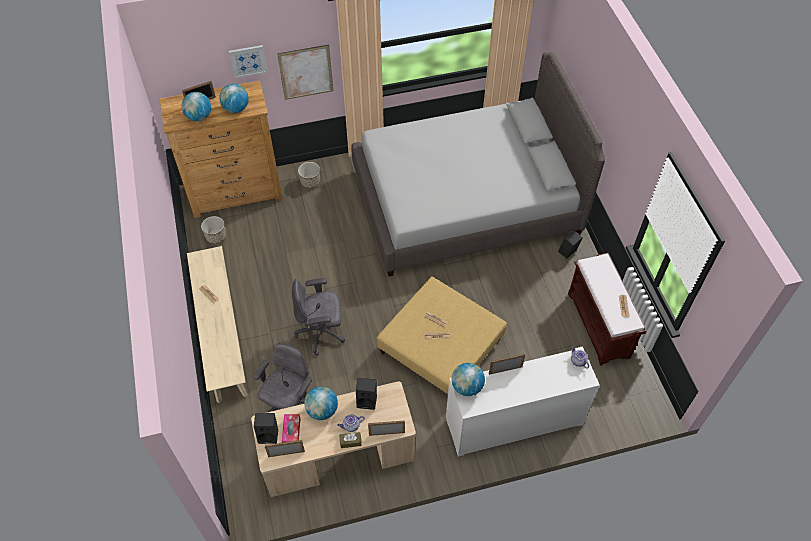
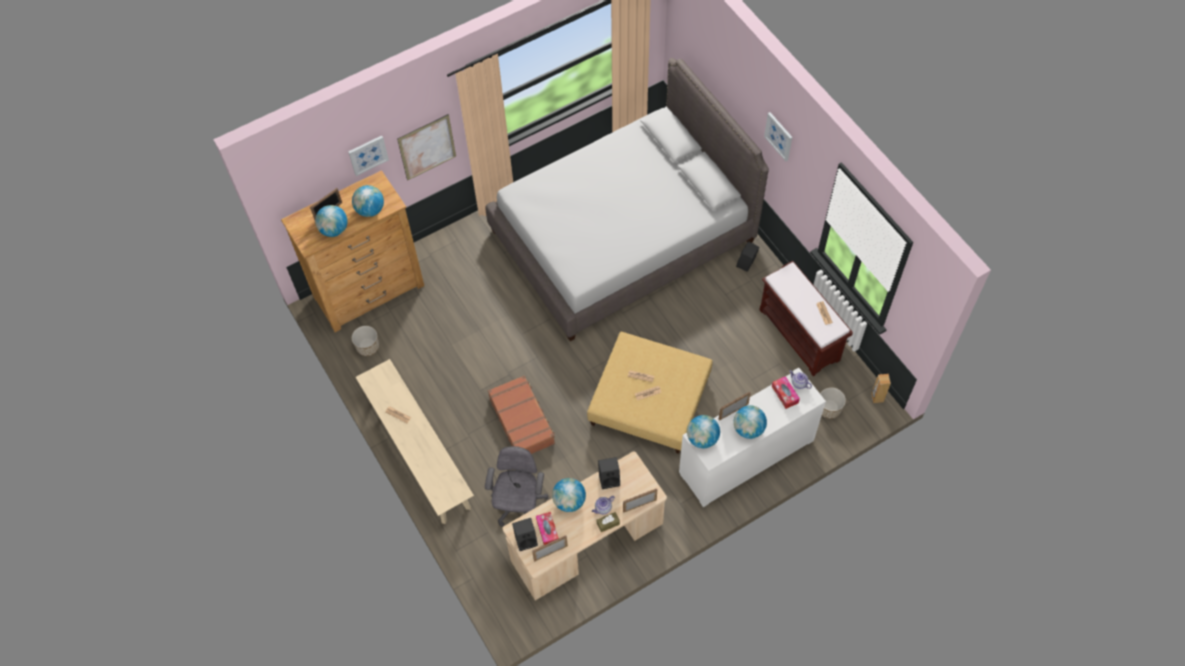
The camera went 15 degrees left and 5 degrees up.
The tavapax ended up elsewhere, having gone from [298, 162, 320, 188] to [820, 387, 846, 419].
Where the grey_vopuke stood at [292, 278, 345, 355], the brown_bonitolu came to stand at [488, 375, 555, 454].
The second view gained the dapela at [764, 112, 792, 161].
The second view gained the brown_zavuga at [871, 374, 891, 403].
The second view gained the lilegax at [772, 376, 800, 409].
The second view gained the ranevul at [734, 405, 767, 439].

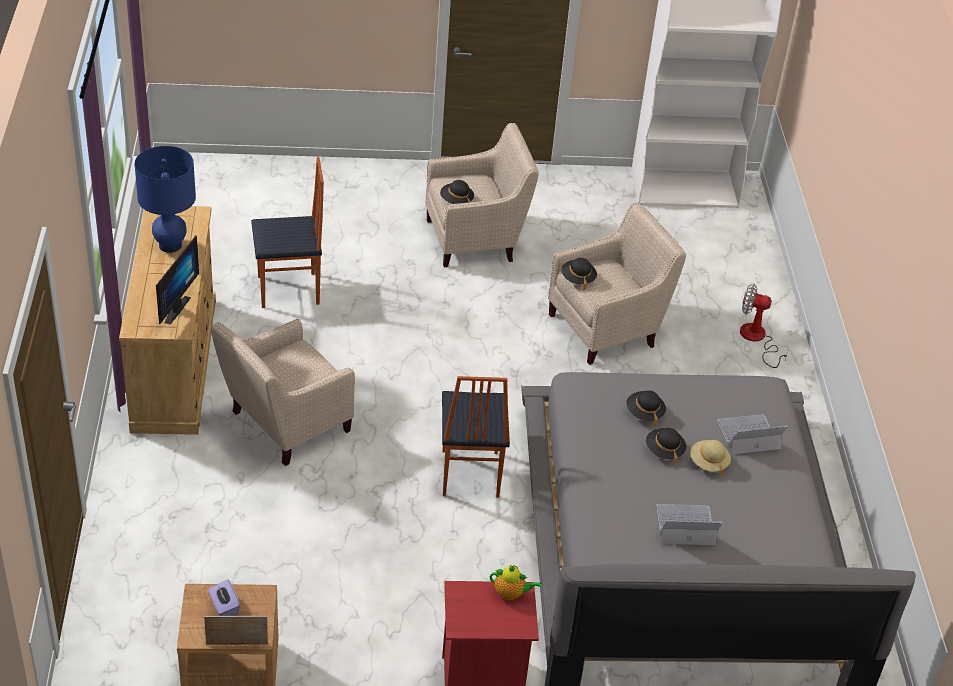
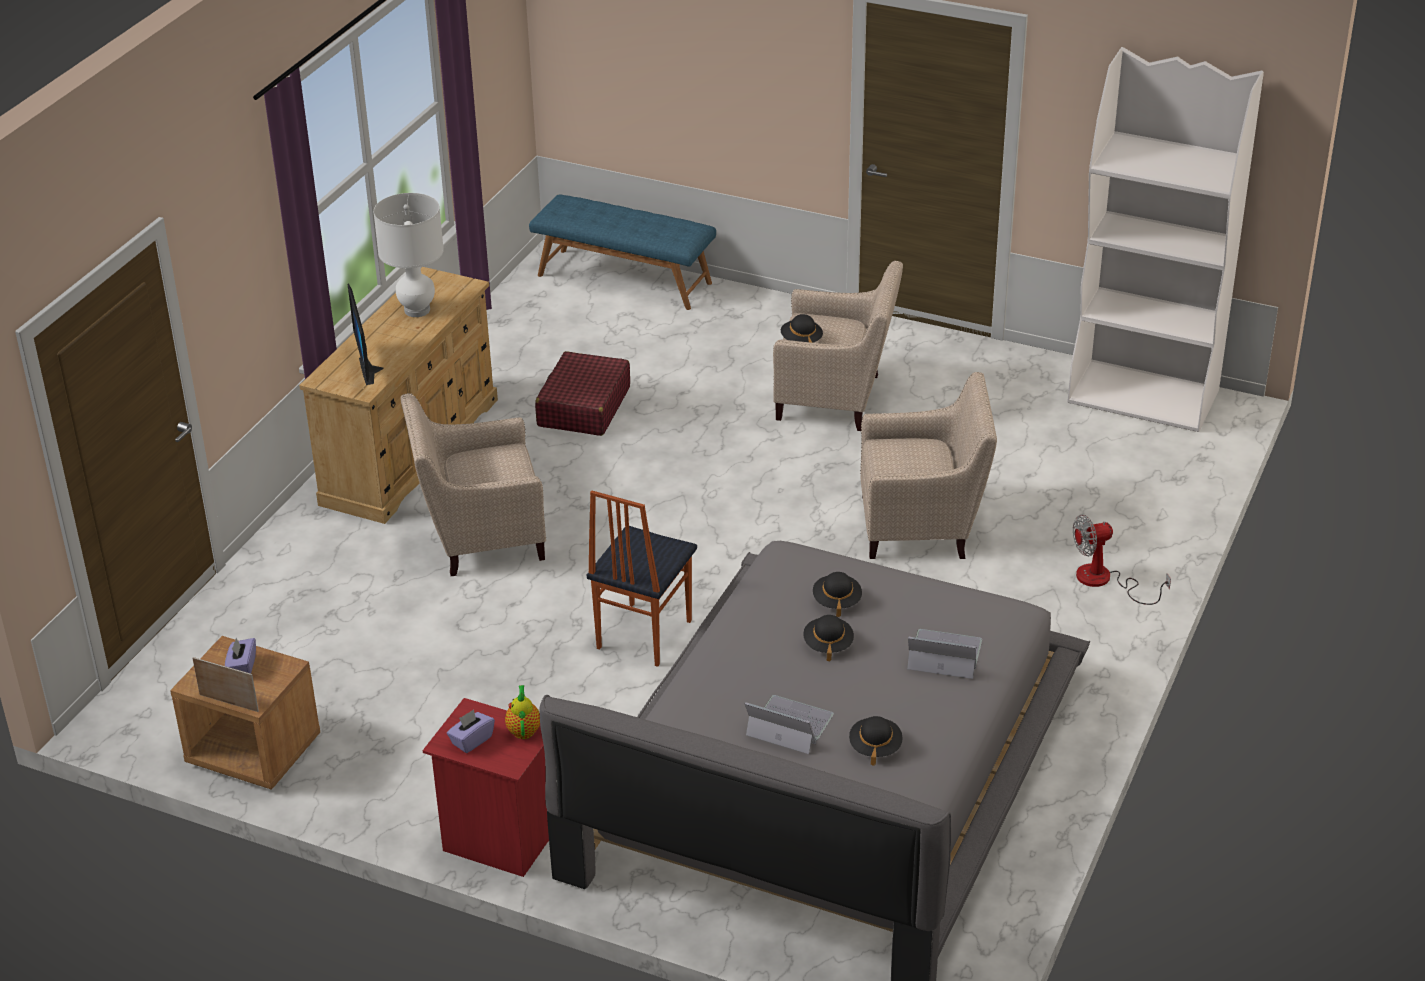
The camera went 30 degrees right and 5 degrees down.
What was the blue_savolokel at [134, 146, 196, 253] turned into the white_savolokel at [374, 193, 444, 317].
Where the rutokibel stood at [251, 157, 324, 308], the red_bonitolu came to stand at [535, 351, 630, 436].
The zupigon at [156, 235, 199, 324] ended up facing another way, 120 degrees clockwise from before.
The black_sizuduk ended up elsewhere, having gone from [561, 258, 597, 290] to [849, 716, 903, 766].
The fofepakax at [740, 283, 788, 368] ended up facing another way, 60 degrees counterclockwise from before.
The second view lost the beige_sizuduk at [690, 440, 731, 476].
The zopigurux at [490, 565, 542, 600] ended up facing another way, 135 degrees counterclockwise from before.
The second view gained the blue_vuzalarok at [529, 194, 716, 310].
The second view gained the purple_lilegax at [447, 709, 495, 753].

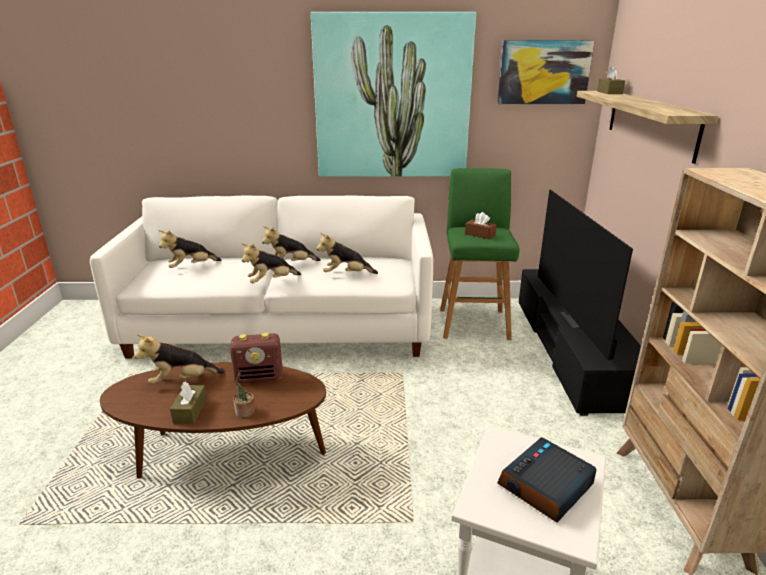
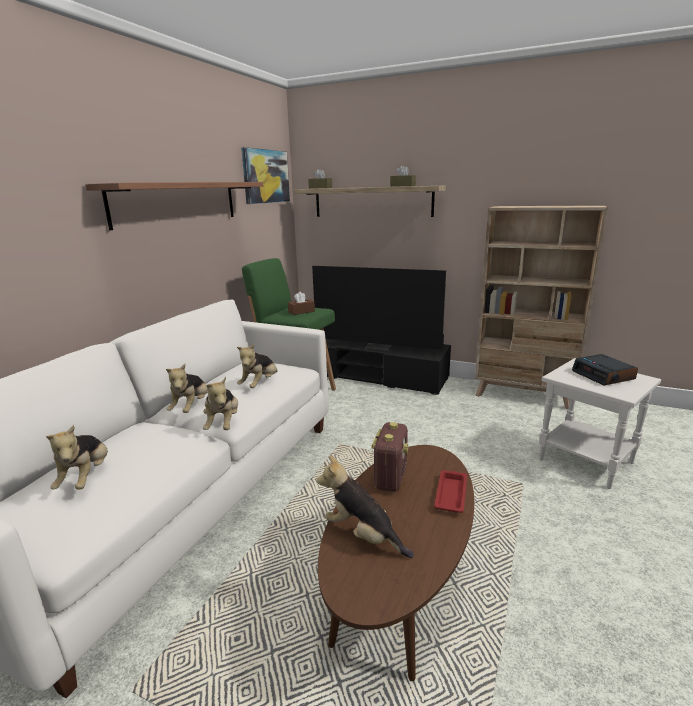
The camera went 65 degrees left and 5 degrees down.
Where the dapela hung at [311, 12, 476, 177], the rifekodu came to hang at [85, 182, 263, 230].
The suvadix at [134, 334, 225, 384] ended up facing another way, 120 degrees clockwise from before.
Where the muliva stood at [233, 372, 255, 418], the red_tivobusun came to stand at [434, 470, 467, 513].
The brown_lilegax ended up elsewhere, having gone from [170, 382, 207, 424] to [390, 165, 416, 187].

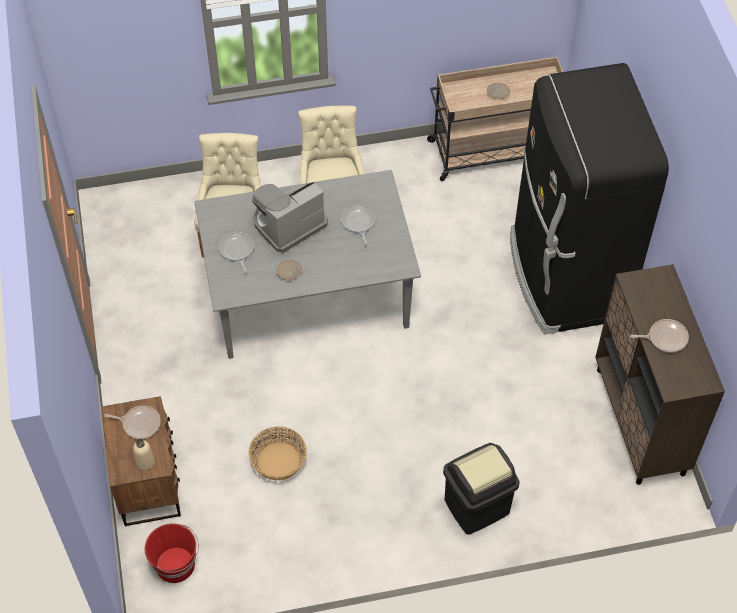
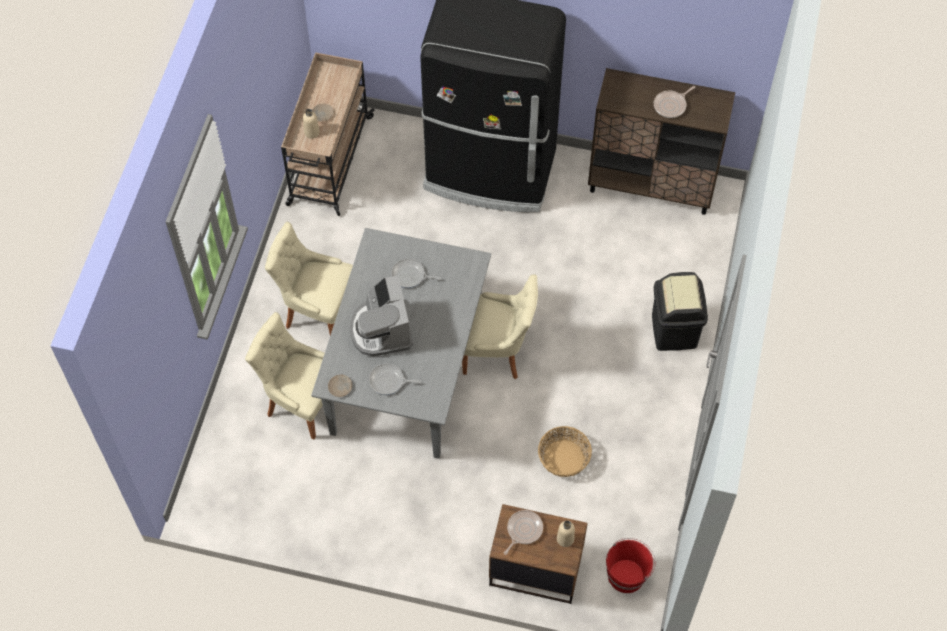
The camera went 65 degrees left and 5 degrees up.
The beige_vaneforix ended up elsewhere, having gone from [276, 260, 302, 280] to [328, 374, 352, 397].
The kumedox at [630, 319, 689, 353] ended up facing another way, 150 degrees counterclockwise from before.
The second view gained the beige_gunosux at [303, 109, 320, 139].
The second view gained the beige_rutokibel at [462, 274, 538, 379].

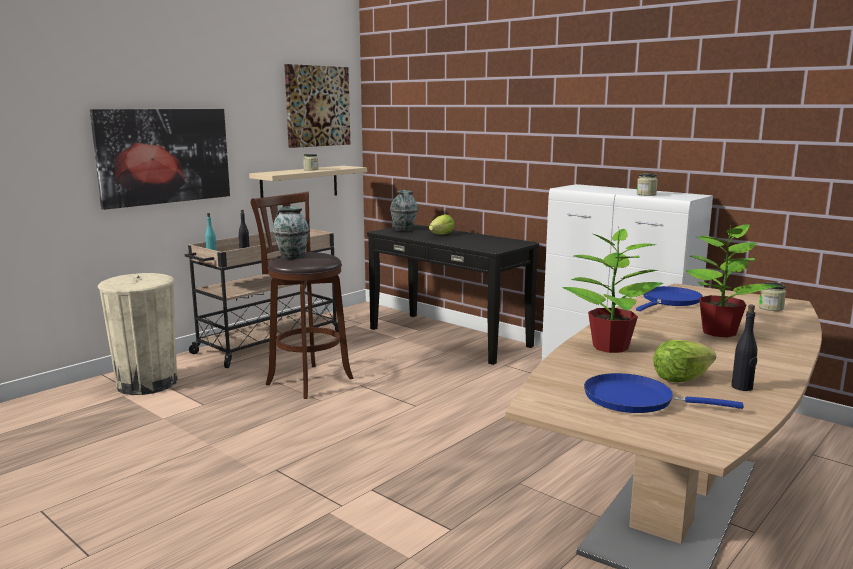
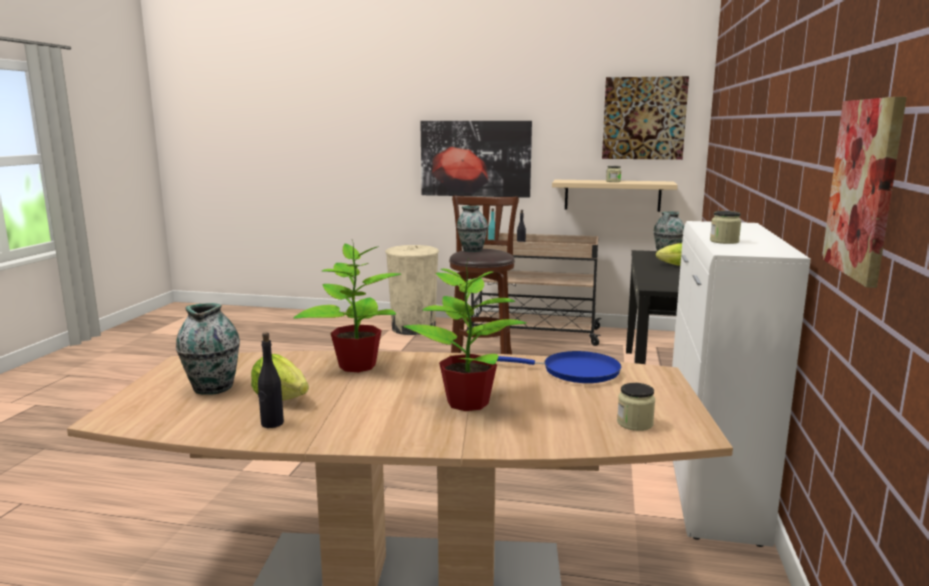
The camera went 60 degrees right and 0 degrees up.
Where the blue_kumedox stood at [584, 373, 744, 413], the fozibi came to stand at [176, 303, 240, 395].
The second view gained the dapela at [822, 97, 907, 288].

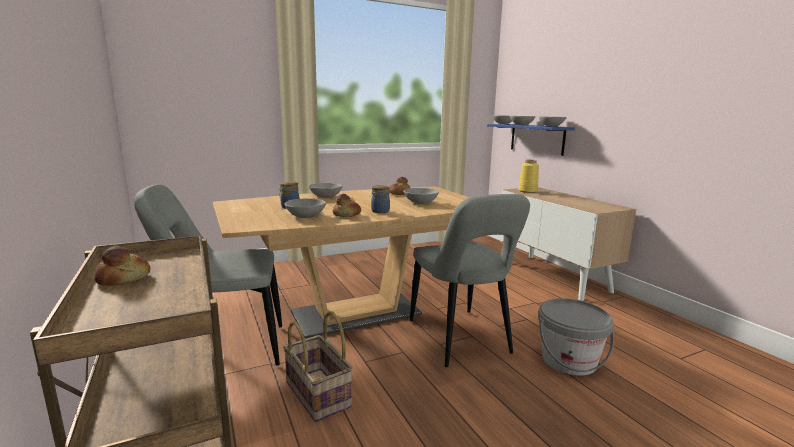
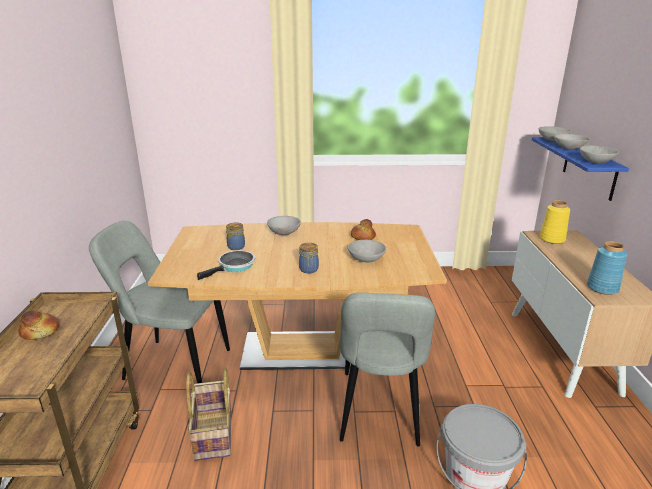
The camera went 25 degrees right and 10 degrees up.
The second view lost the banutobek at [333, 194, 361, 217].
Where the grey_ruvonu stood at [285, 198, 326, 218], the kumedox came to stand at [197, 250, 255, 280].
The second view gained the blue_fozibi at [587, 241, 627, 295].

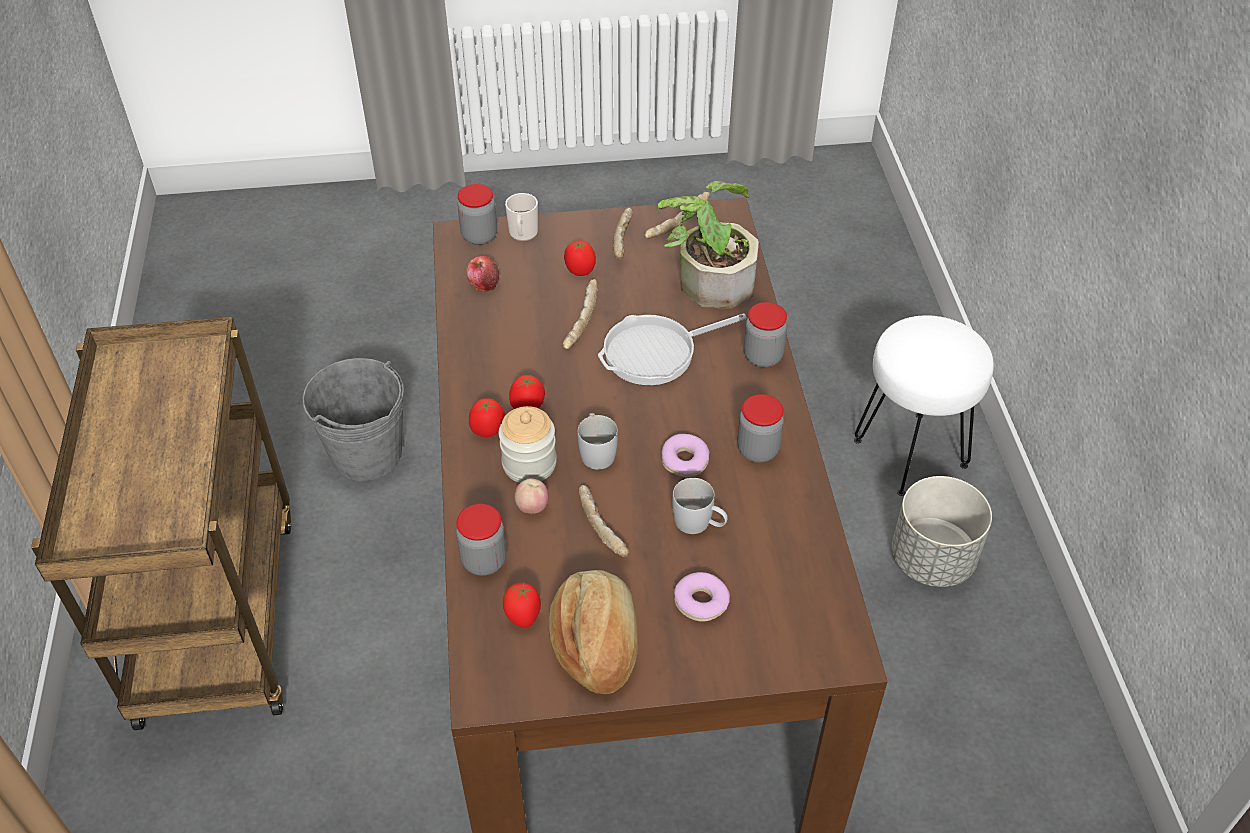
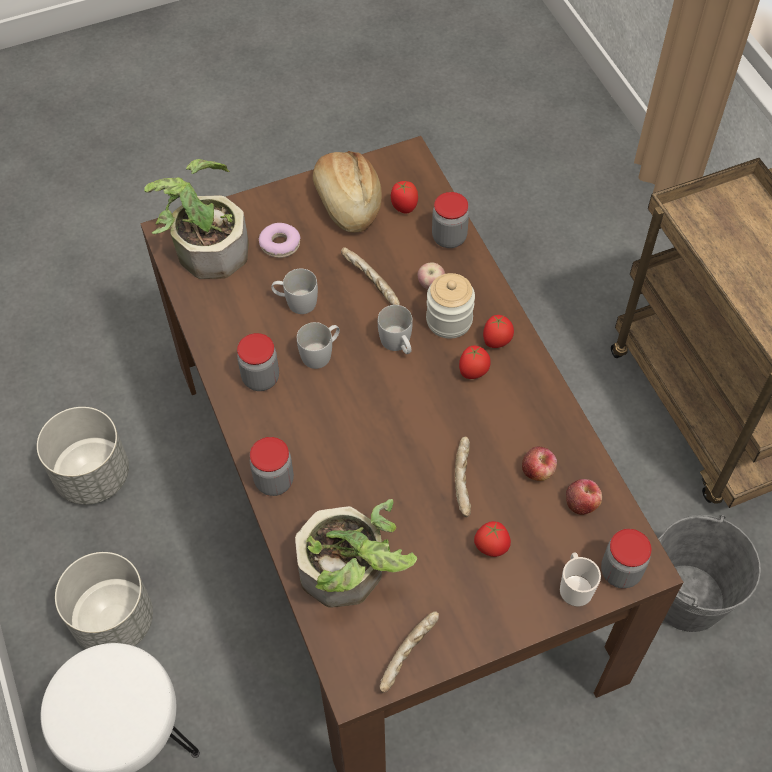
The camera went 165 degrees right and 10 degrees up.
The second view lost the banutobek at [613, 208, 633, 260].
The second view lost the kumedox at [598, 313, 747, 385].
Where the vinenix stood at [661, 434, 709, 477], the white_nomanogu came to stand at [297, 322, 340, 369].
The second view gained the muliva at [144, 159, 249, 279].
The second view gained the grey_tavapax at [37, 407, 129, 505].
The second view gained the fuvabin at [522, 447, 557, 481].

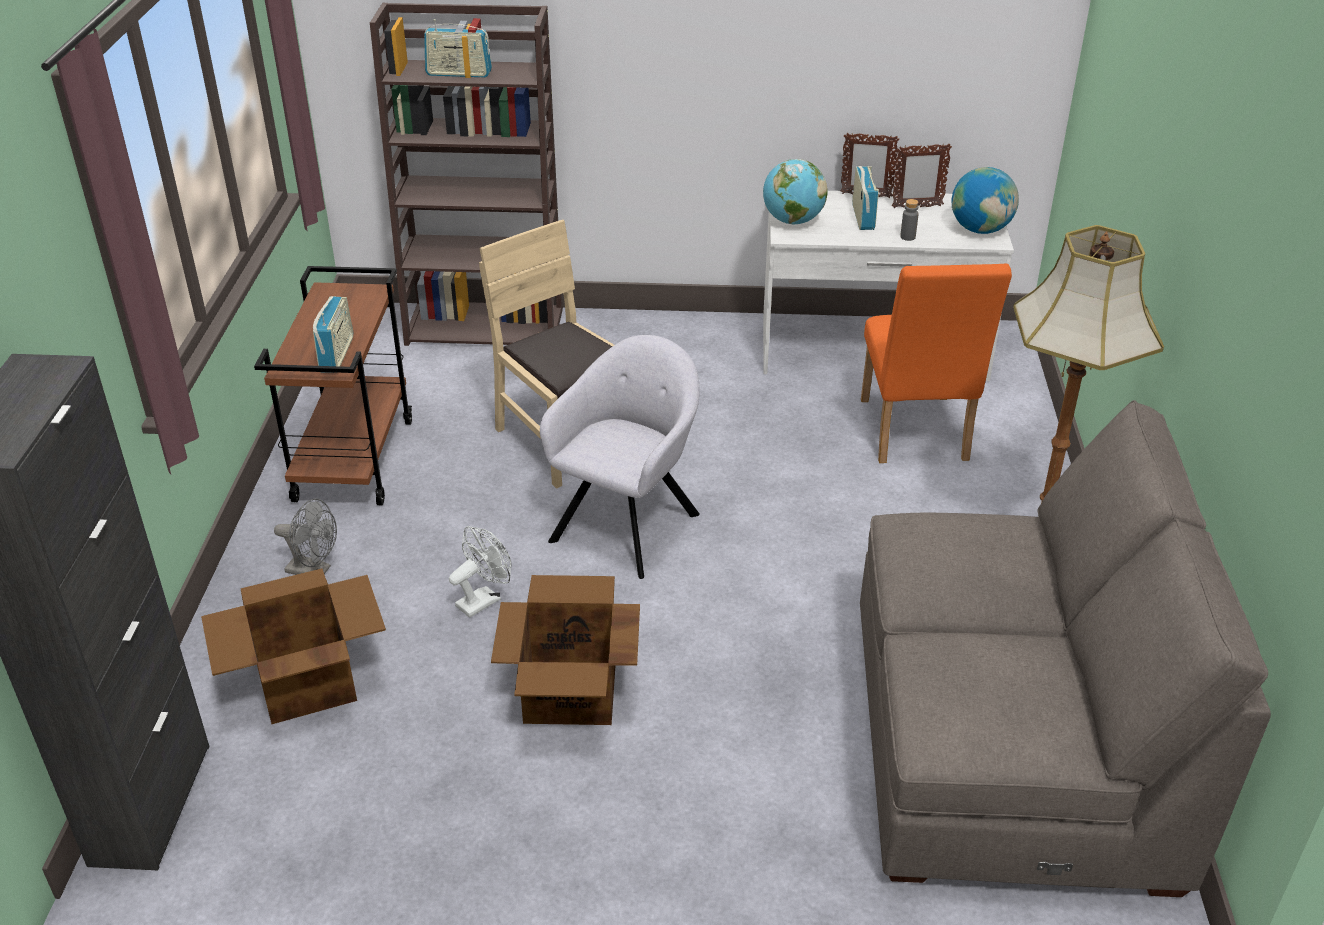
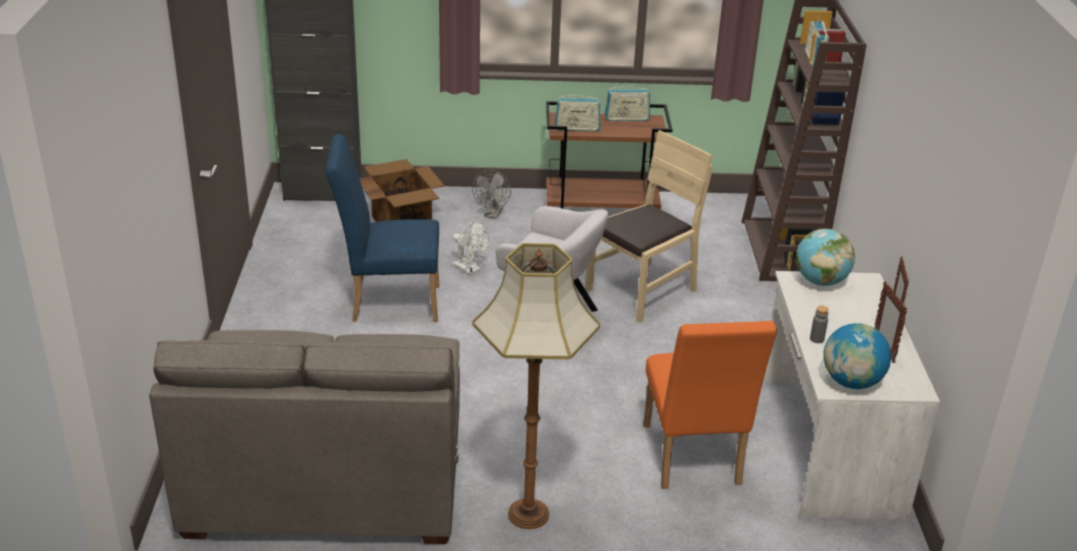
The camera went 85 degrees right and 5 degrees down.
The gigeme ended up elsewhere, having gone from [852, 166, 879, 230] to [605, 84, 650, 121].
The orange_rutokibel at [861, 264, 1012, 463] ended up facing another way, 90 degrees counterclockwise from before.
Where the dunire stood at [491, 575, 640, 725], the blue_rutokibel came to stand at [325, 134, 439, 322].

